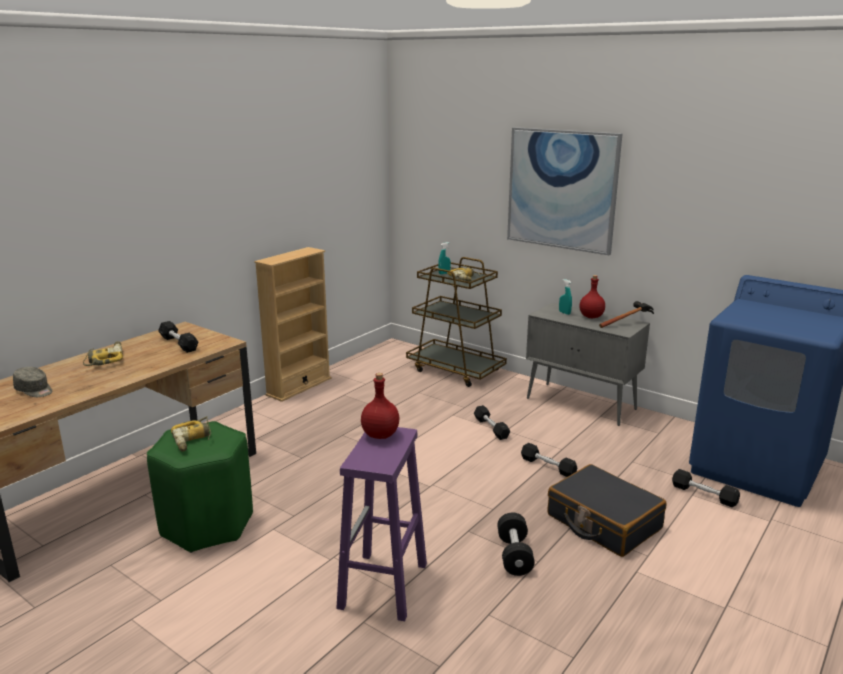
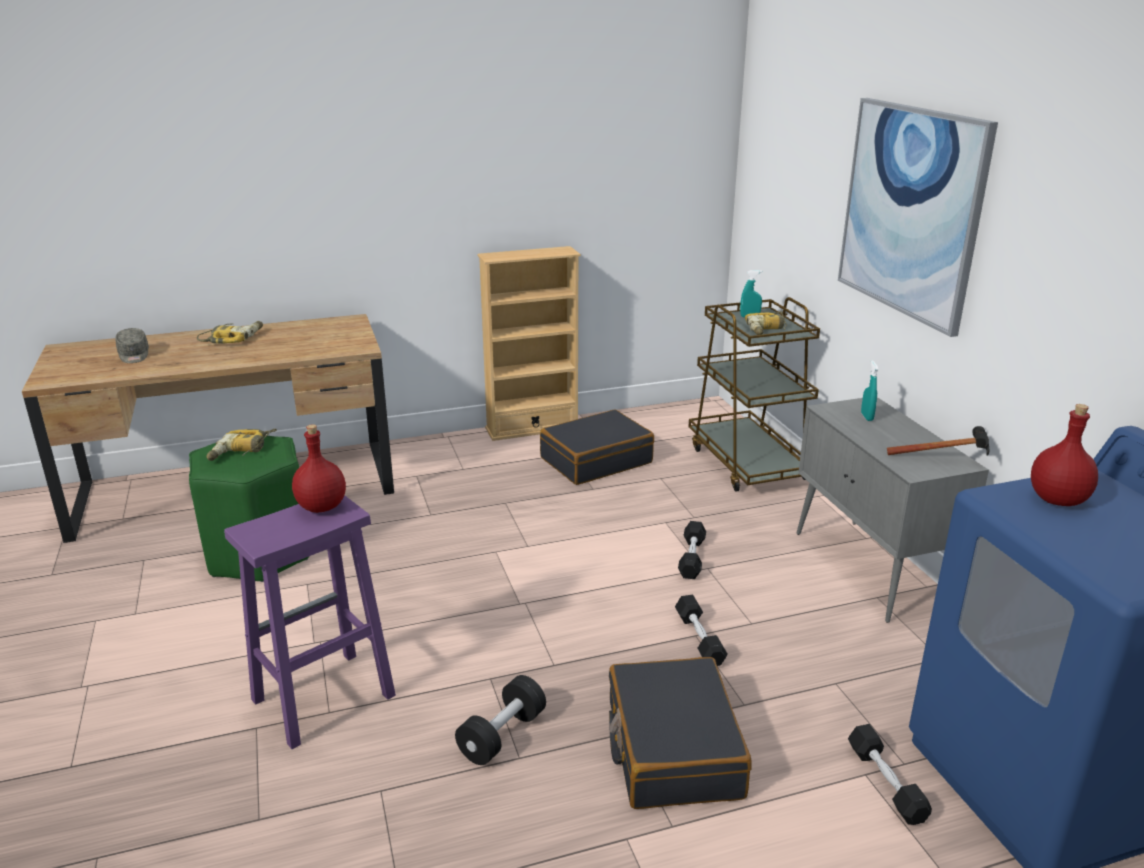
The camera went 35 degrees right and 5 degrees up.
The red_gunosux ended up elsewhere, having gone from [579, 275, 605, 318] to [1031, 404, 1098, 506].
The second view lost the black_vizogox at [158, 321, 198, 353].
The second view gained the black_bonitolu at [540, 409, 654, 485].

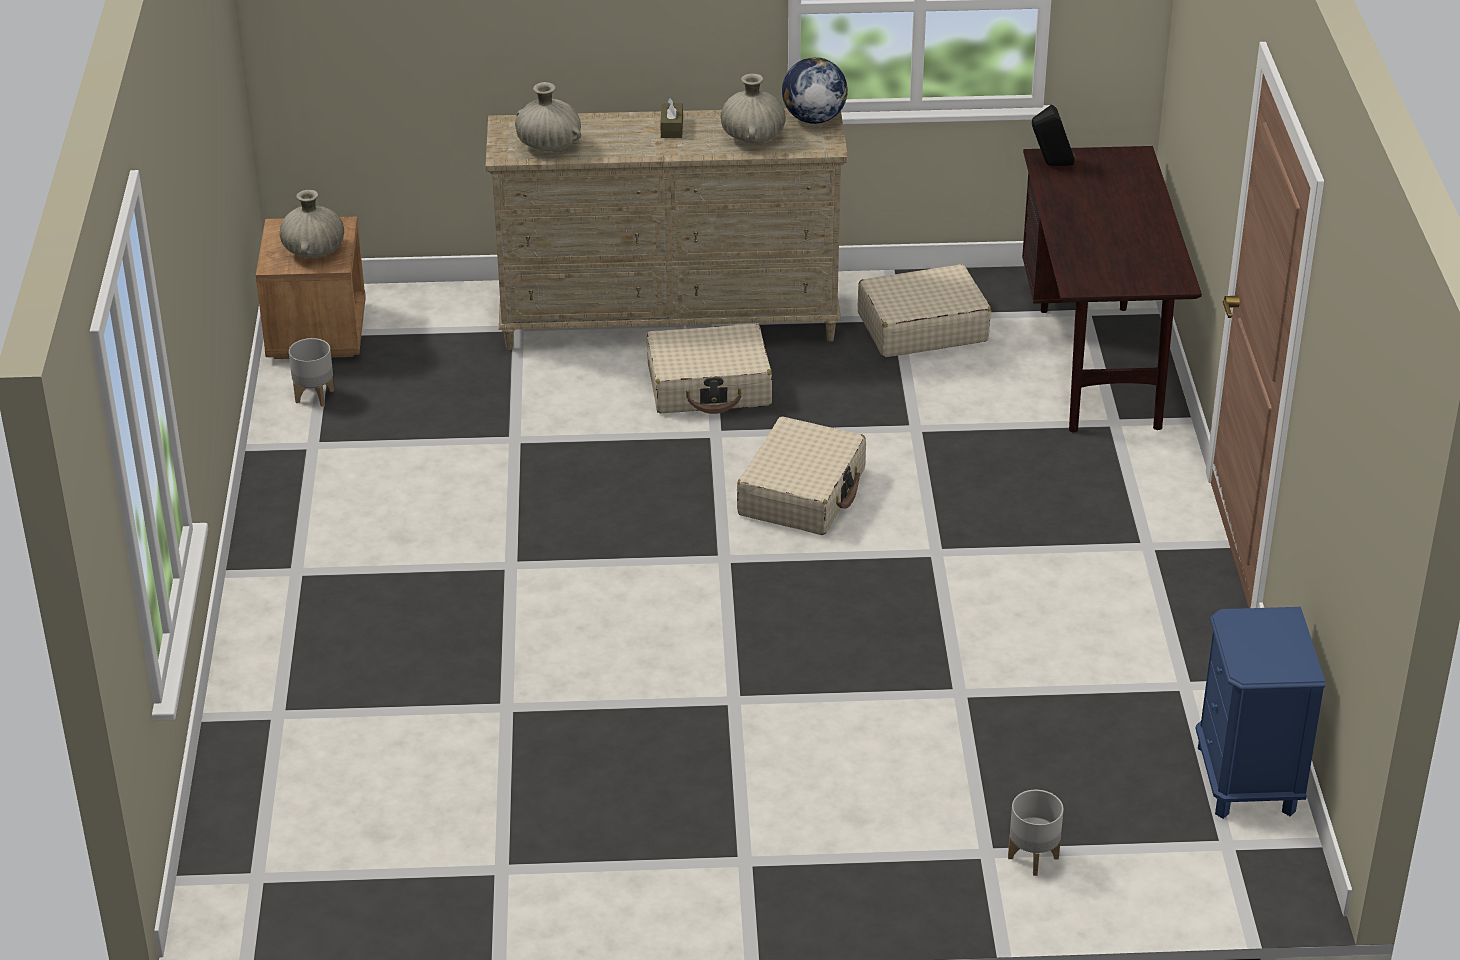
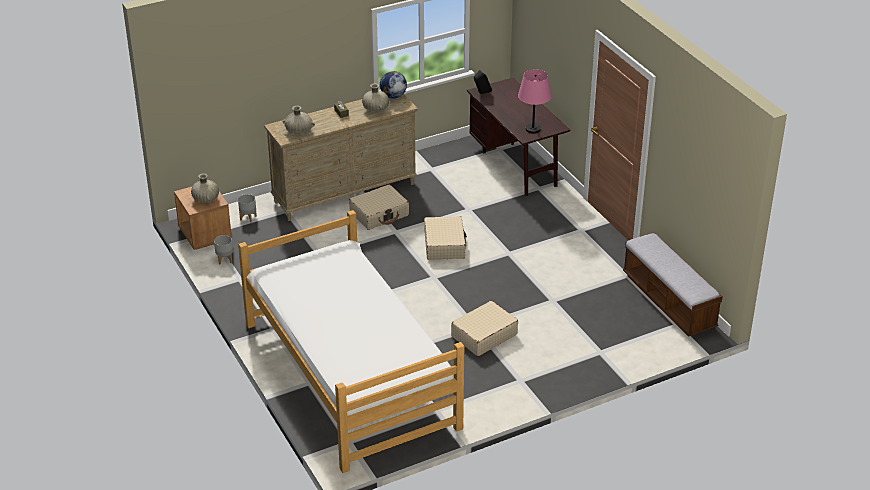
The camera went 25 degrees left and 0 degrees up.
The beige_bonitolu ended up elsewhere, having gone from [858, 264, 991, 357] to [451, 301, 518, 356].
Where the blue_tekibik stood at [1195, 607, 1325, 819], the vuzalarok came to stand at [623, 232, 723, 337].
The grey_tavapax ended up elsewhere, having gone from [1008, 790, 1063, 876] to [238, 194, 257, 223].
The second view gained the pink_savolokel at [518, 70, 551, 133].
The second view gained the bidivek at [238, 210, 464, 473].

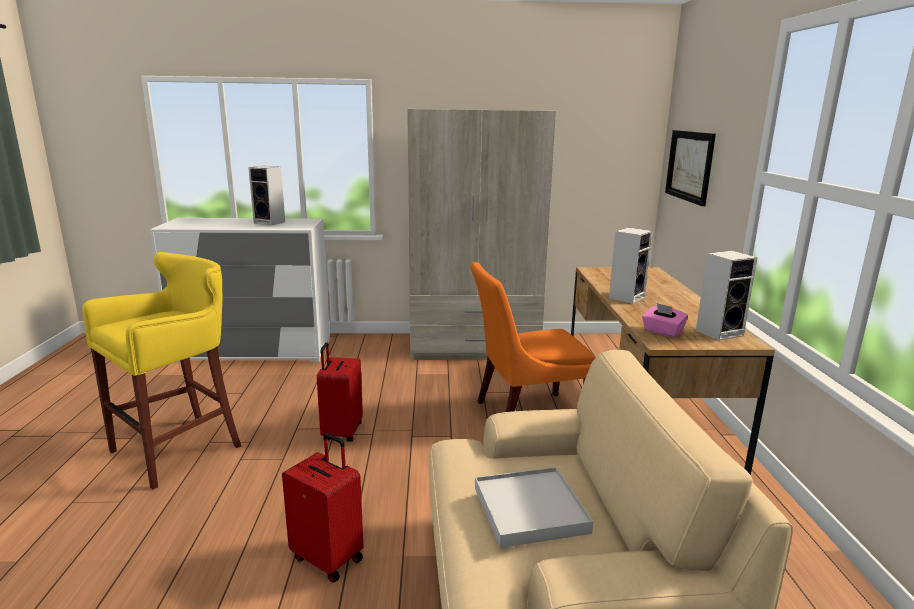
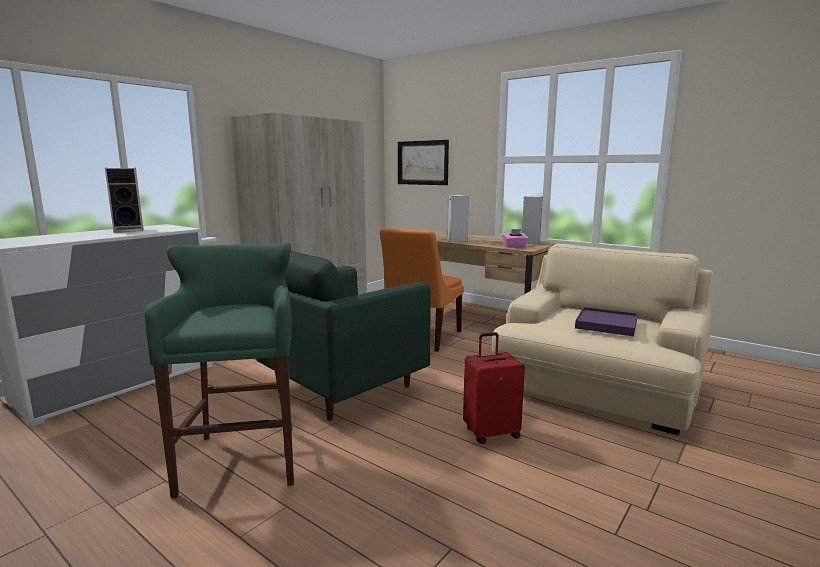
The camera went 50 degrees left and 5 degrees down.
What was the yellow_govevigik at [82, 252, 242, 490] turned into the green_govevigik at [145, 242, 294, 498].
Where the red_bonitolu stood at [317, 343, 363, 442], the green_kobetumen came to stand at [256, 251, 431, 421].
What was the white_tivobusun at [475, 467, 593, 548] turned into the purple_tivobusun at [575, 307, 638, 336].

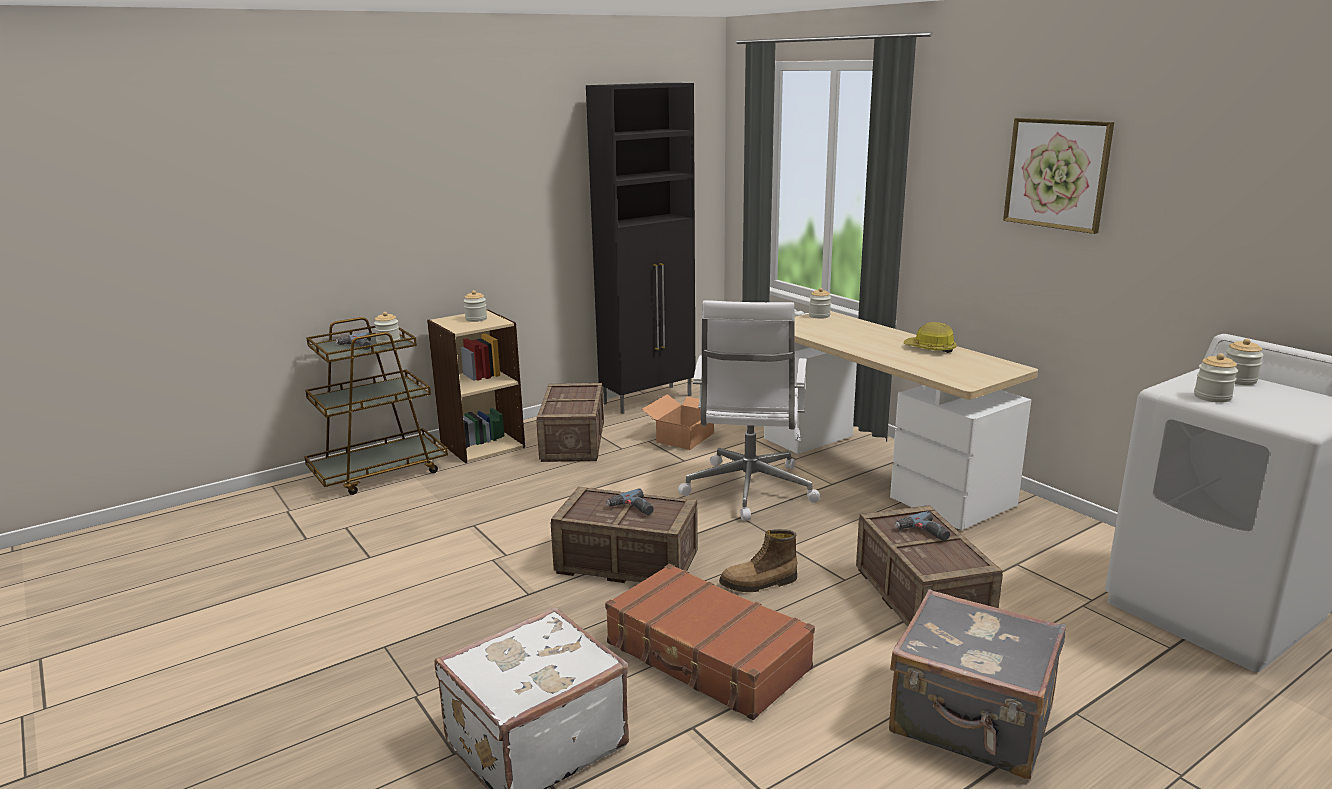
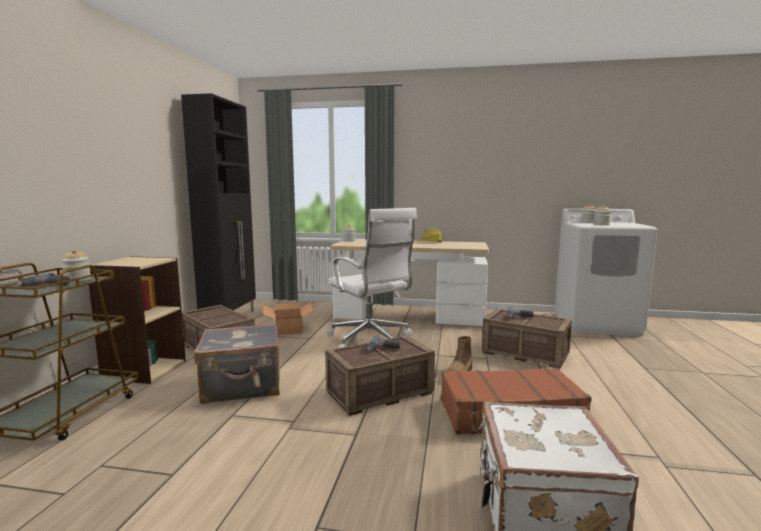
The camera went 45 degrees left and 10 degrees down.
The second view lost the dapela at [1003, 118, 1114, 234].
The second view lost the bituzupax at [464, 290, 487, 322].
The grey_bonitolu ended up elsewhere, having gone from [889, 589, 1066, 779] to [194, 323, 280, 404].

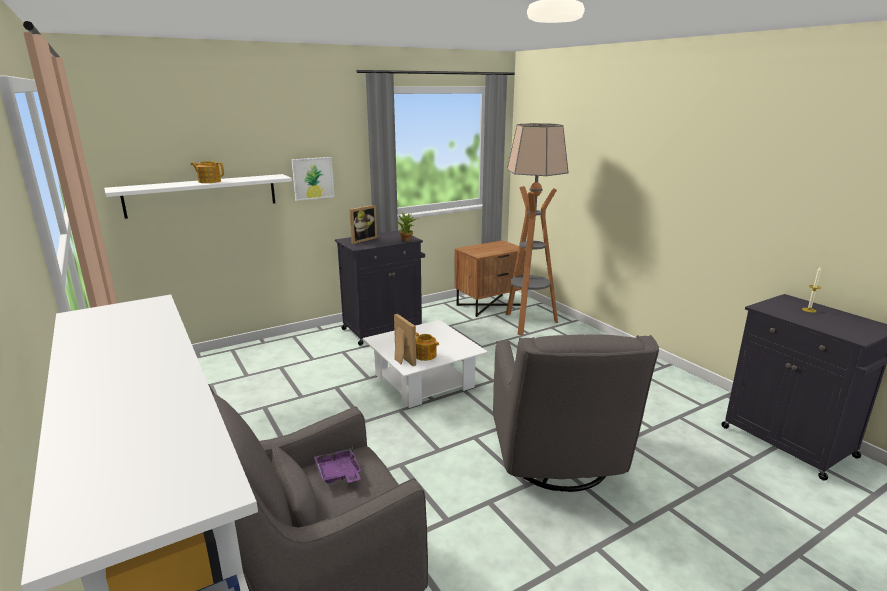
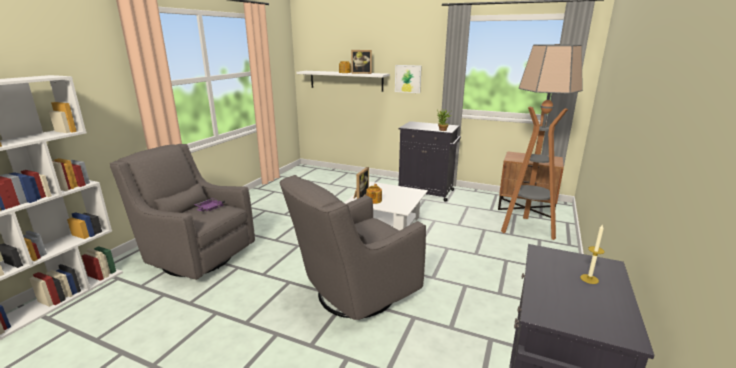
The camera went 55 degrees right and 0 degrees up.
The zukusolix ended up elsewhere, having gone from [349, 205, 377, 244] to [351, 50, 372, 74].

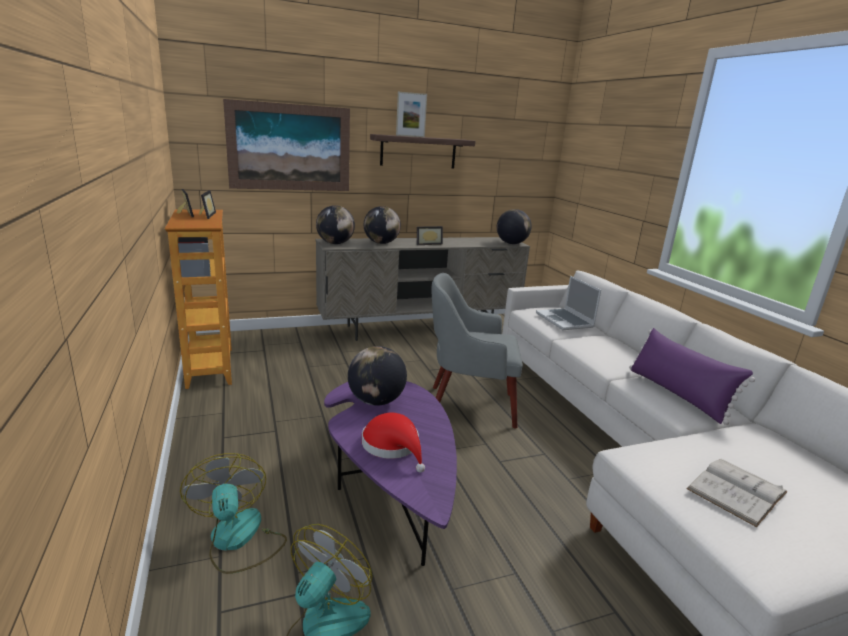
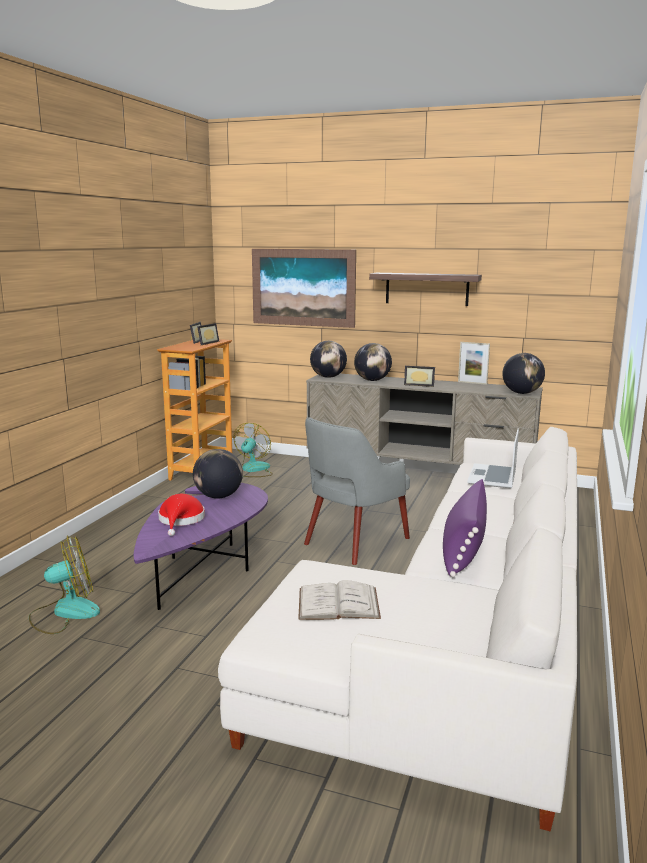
The camera went 40 degrees right and 5 degrees down.
The zukusolix ended up elsewhere, having gone from [396, 92, 427, 137] to [458, 342, 490, 385].
The grey_kobetumen at [432, 273, 523, 429] ended up facing another way, 90 degrees counterclockwise from before.
The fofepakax ended up elsewhere, having gone from [180, 453, 287, 574] to [233, 423, 273, 477].

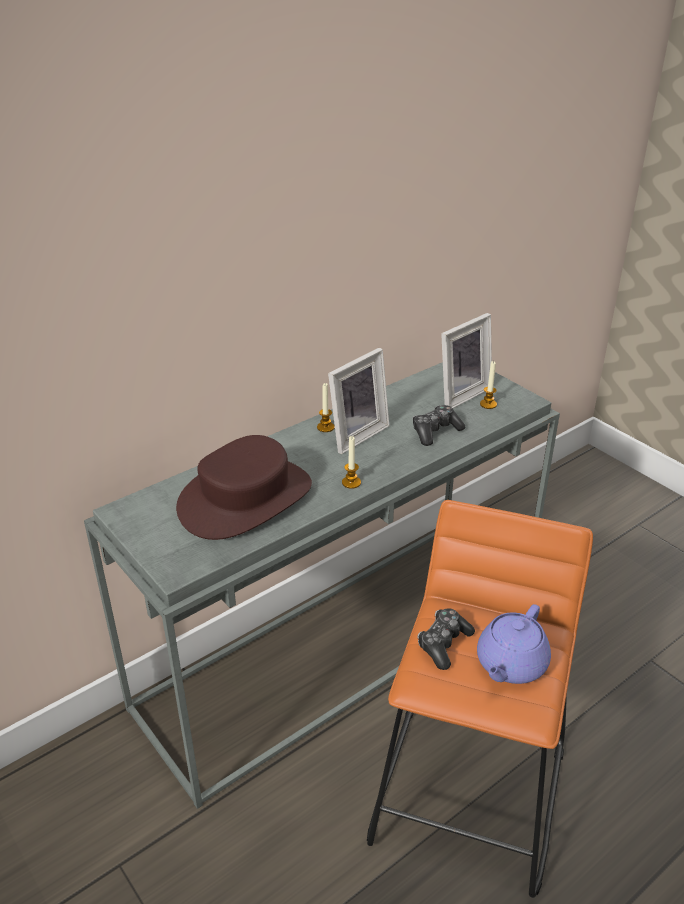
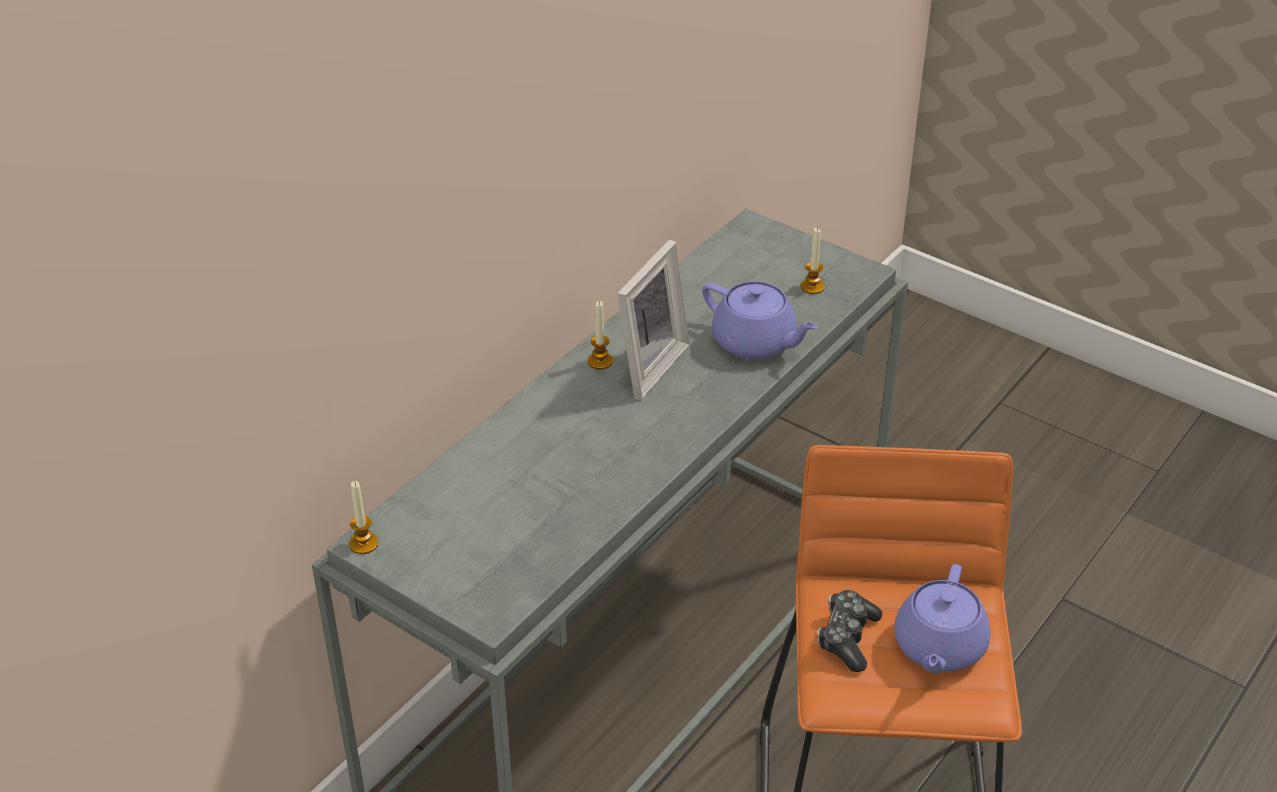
The camera went 15 degrees left and 5 degrees up.
The second view lost the zukusolix at [441, 313, 492, 408].
Where the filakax stood at [413, 405, 465, 446], the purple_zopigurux came to stand at [702, 281, 818, 359].
The second view lost the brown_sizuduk at [176, 435, 312, 540].
The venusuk ended up elsewhere, having gone from [342, 436, 361, 489] to [349, 481, 378, 554].

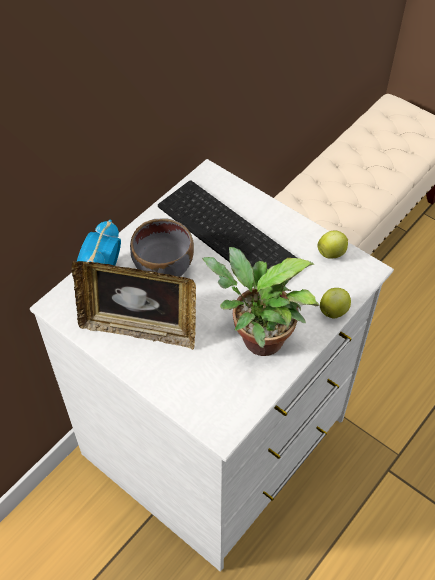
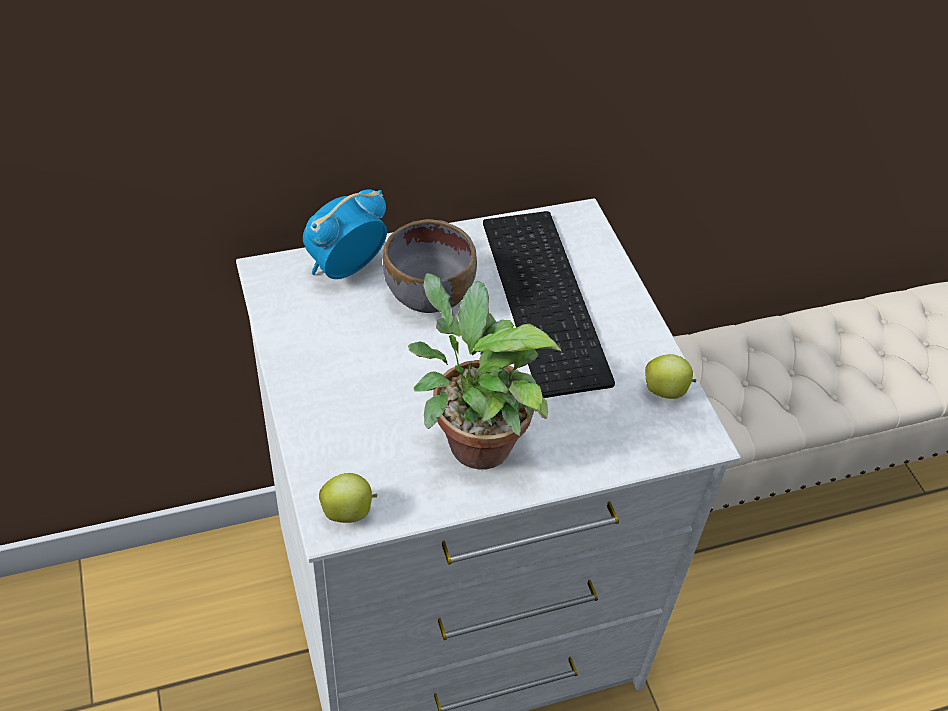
The camera went 30 degrees right and 5 degrees down.
The second view lost the zukusolix at [71, 261, 196, 350].
The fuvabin ended up elsewhere, having gone from [320, 288, 351, 319] to [319, 473, 377, 523].

